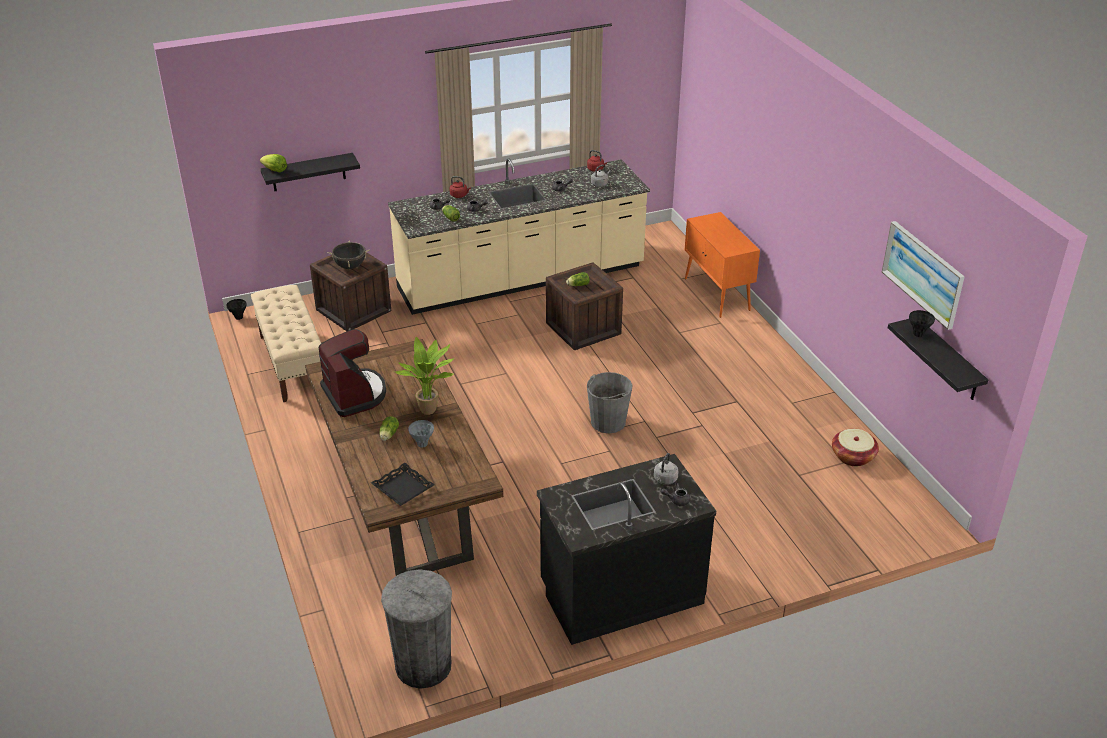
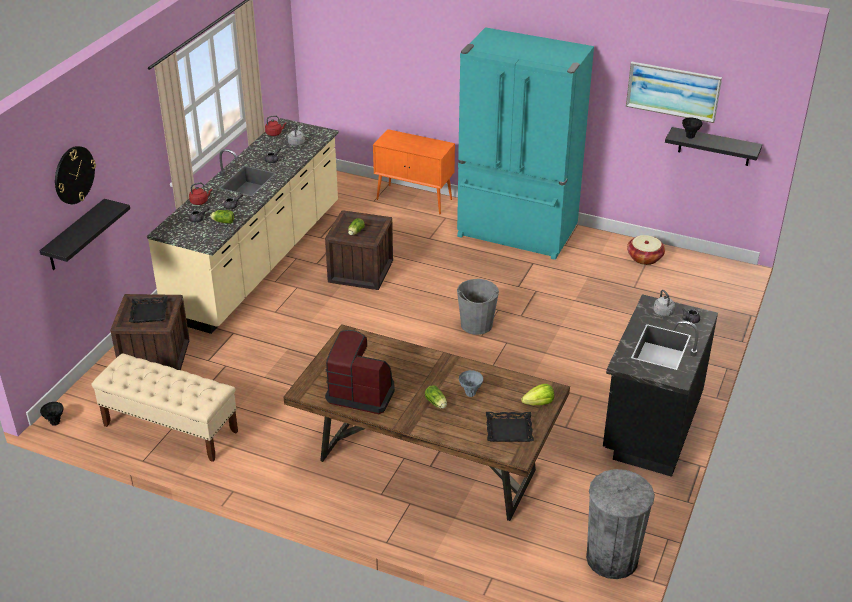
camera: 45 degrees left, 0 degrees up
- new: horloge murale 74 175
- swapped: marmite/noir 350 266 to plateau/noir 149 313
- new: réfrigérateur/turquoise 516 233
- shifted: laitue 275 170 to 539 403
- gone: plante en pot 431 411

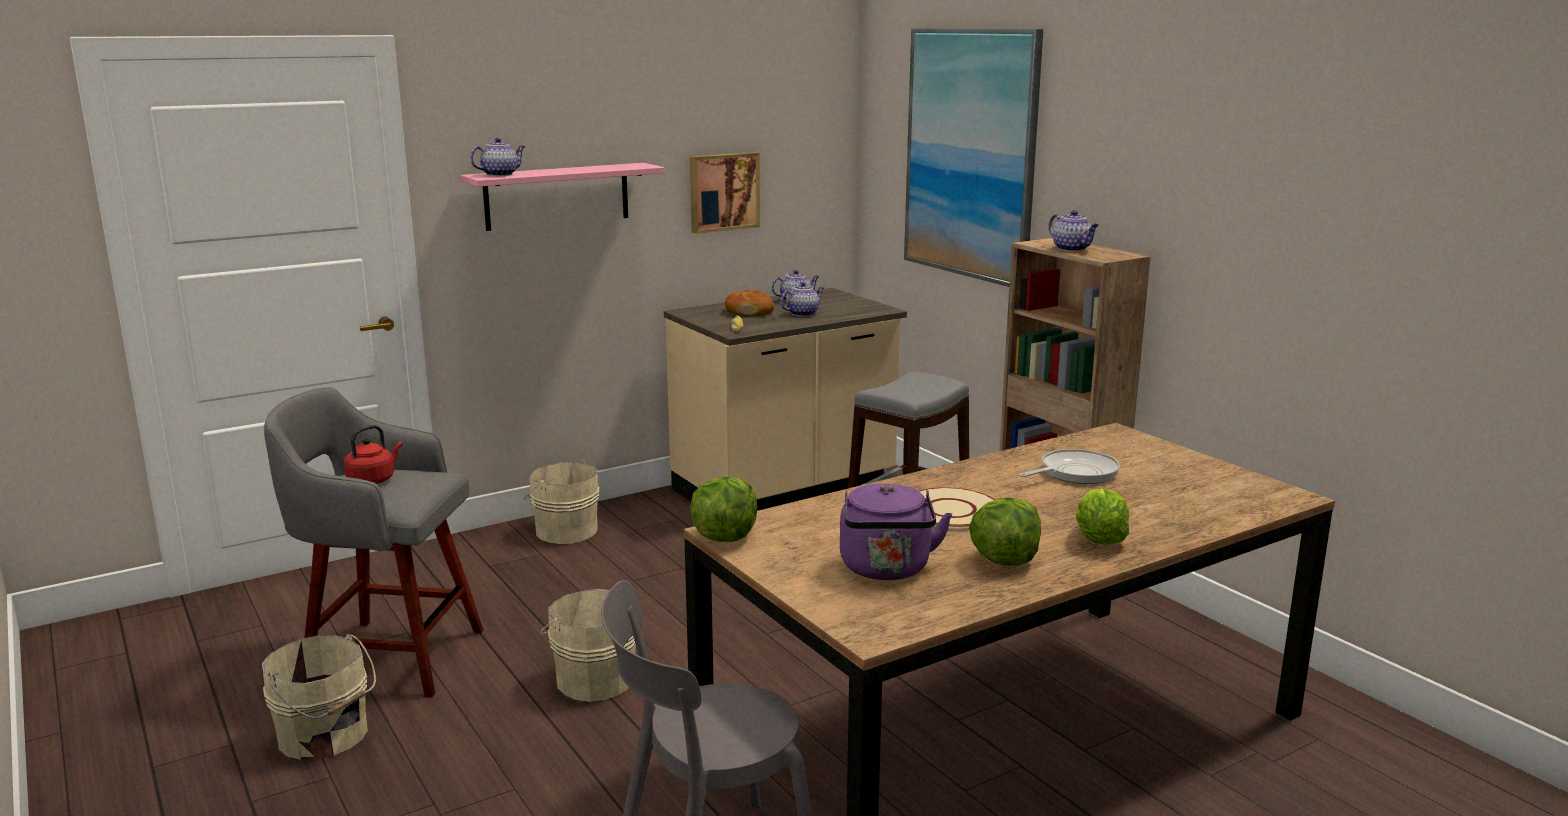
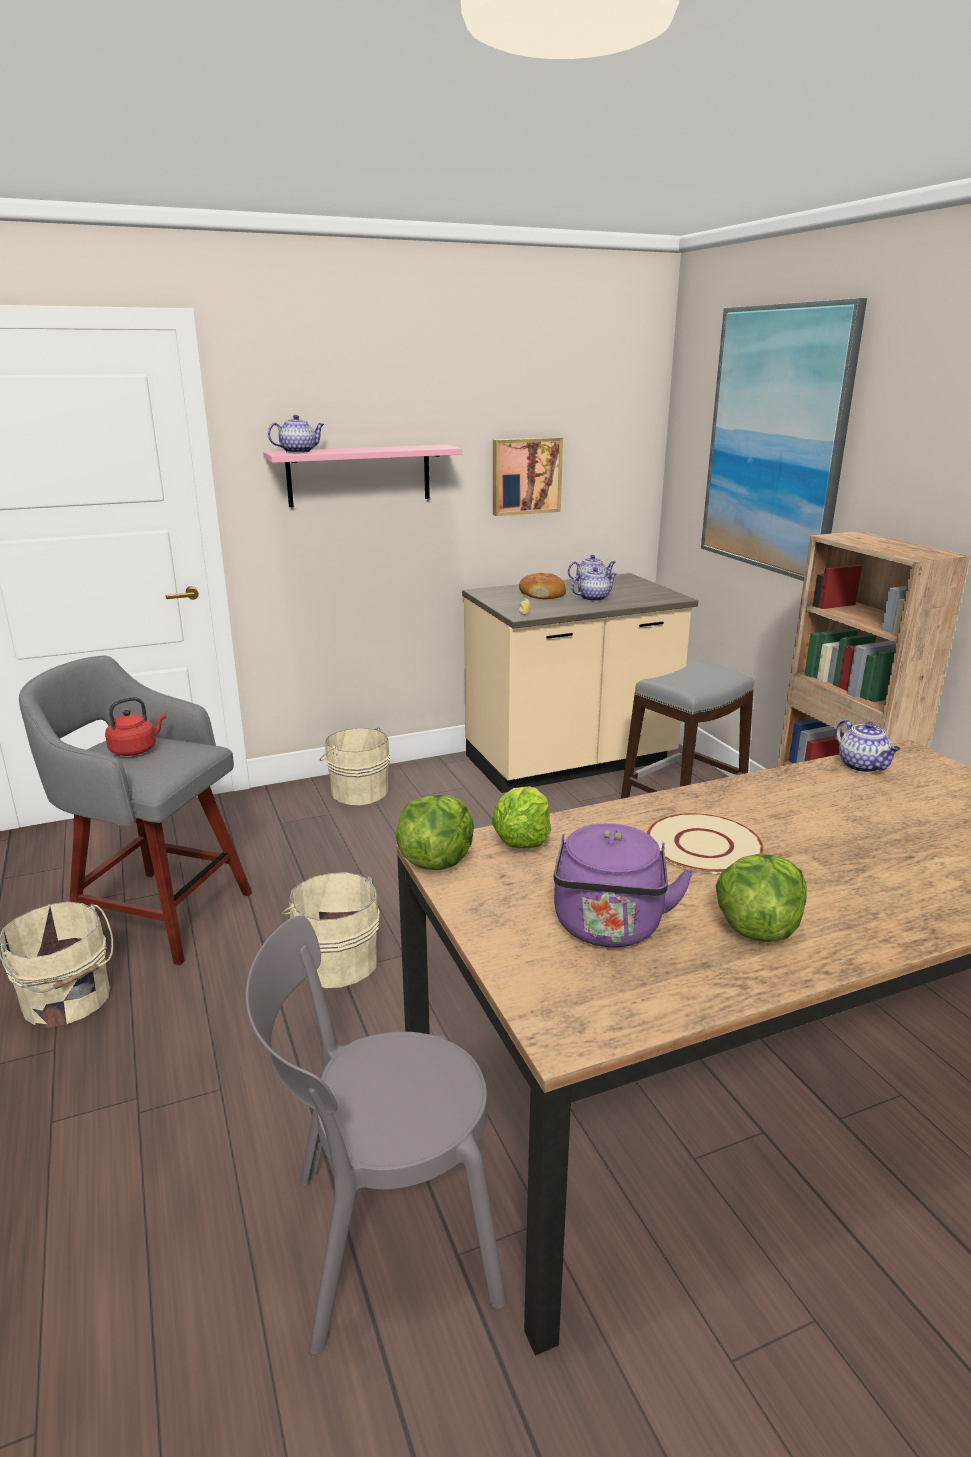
camera: 10 degrees right, 5 degrees up
- shifted: laitue 1098 539 to 522 840
- shifted: théière 1072 249 to 863 766
- gone: poêle 1074 473

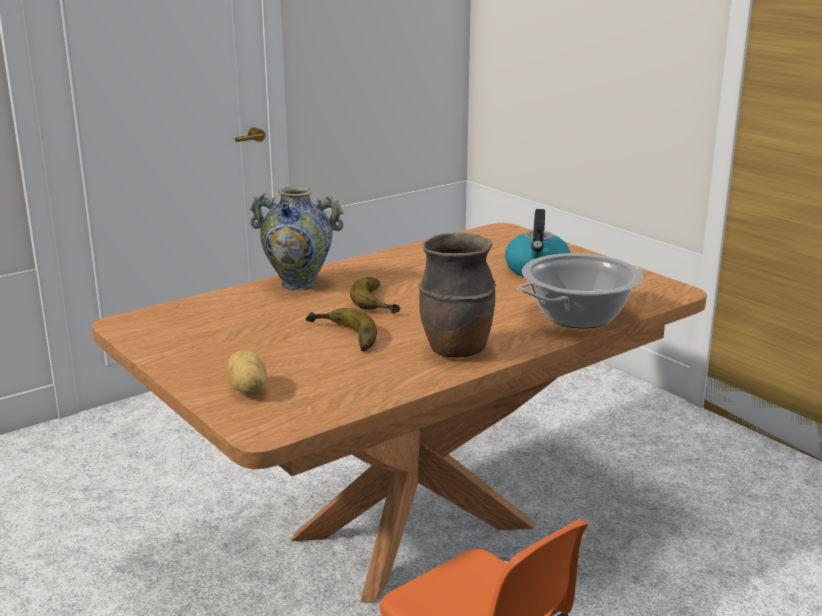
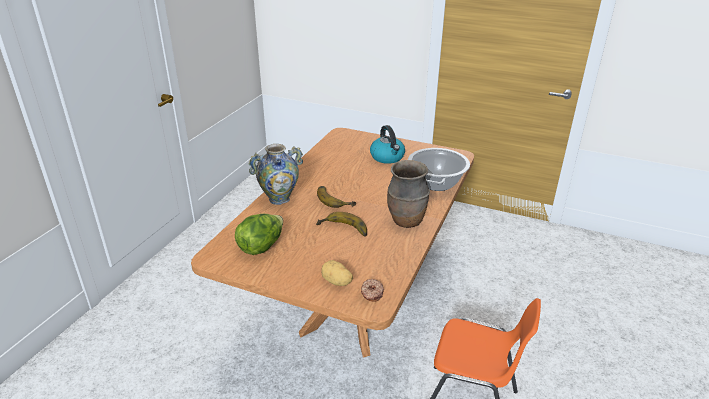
camera: 30 degrees left, 10 degrees up
- new: laitue 261 246
- new: beignet 371 293

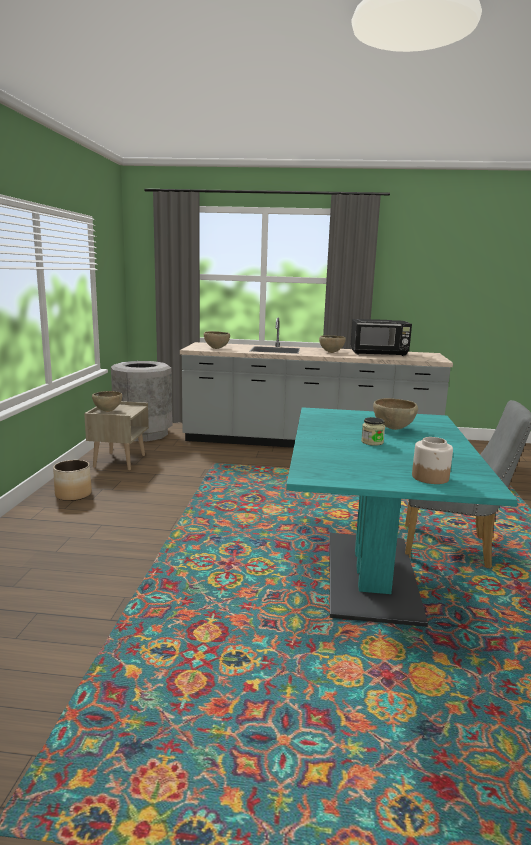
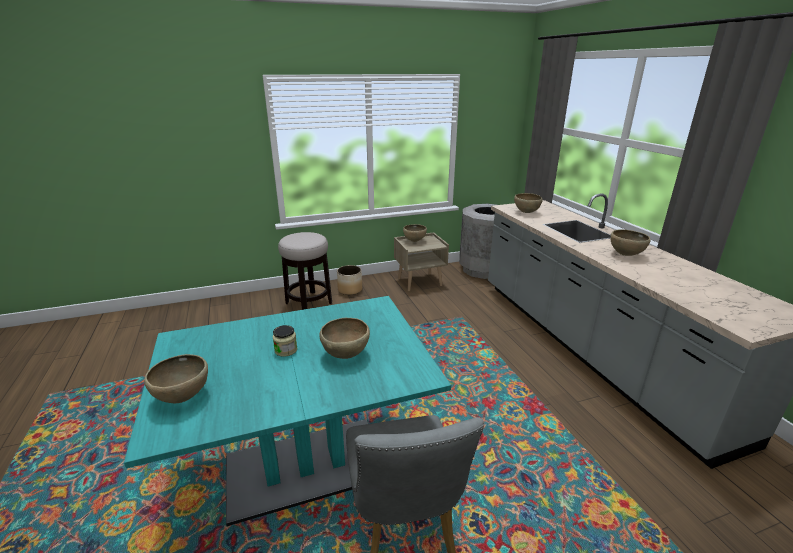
camera: 65 degrees right, 10 degrees up
- swapped: bocal 430 477 to bol/marron 183 397
- new: tabouret 309 303
- gone: micro-ondes/noir 379 353

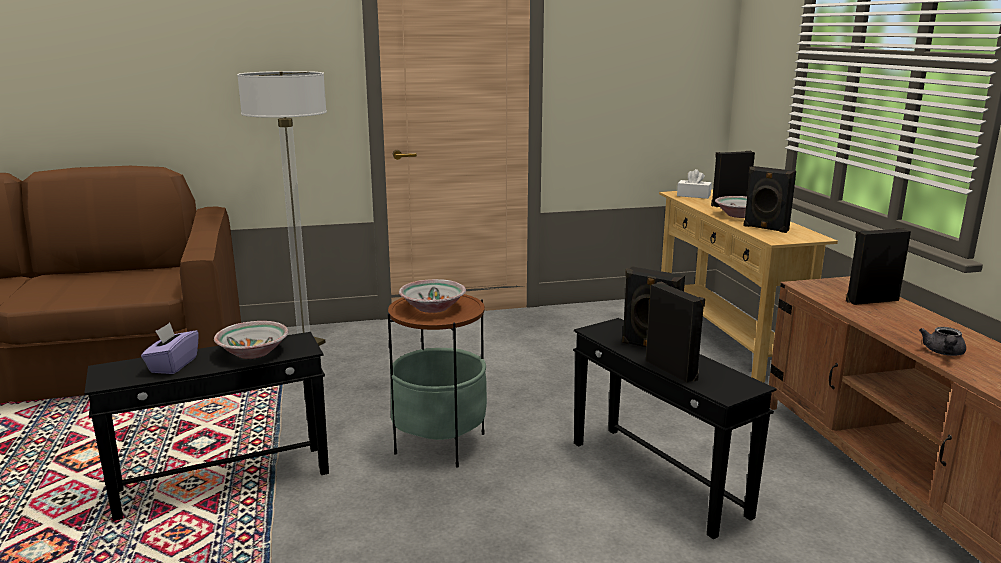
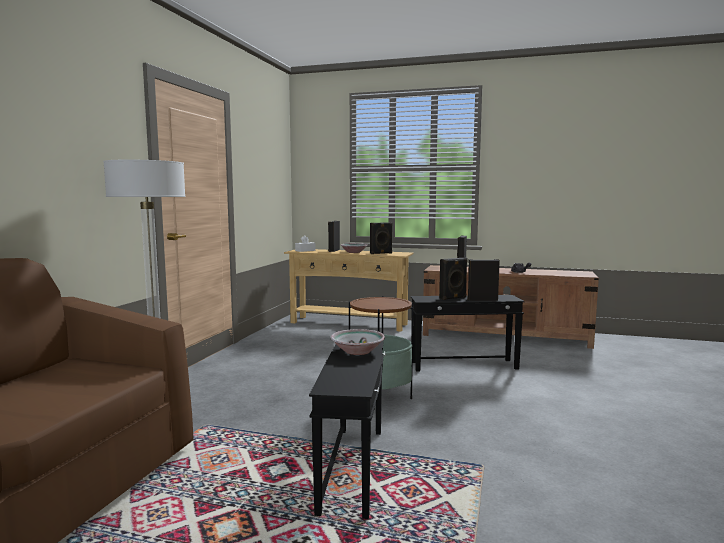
camera: 60 degrees left, 10 degrees down
- gone: boîte à mouchoirs/violet 173 365
- gone: bol 433 308

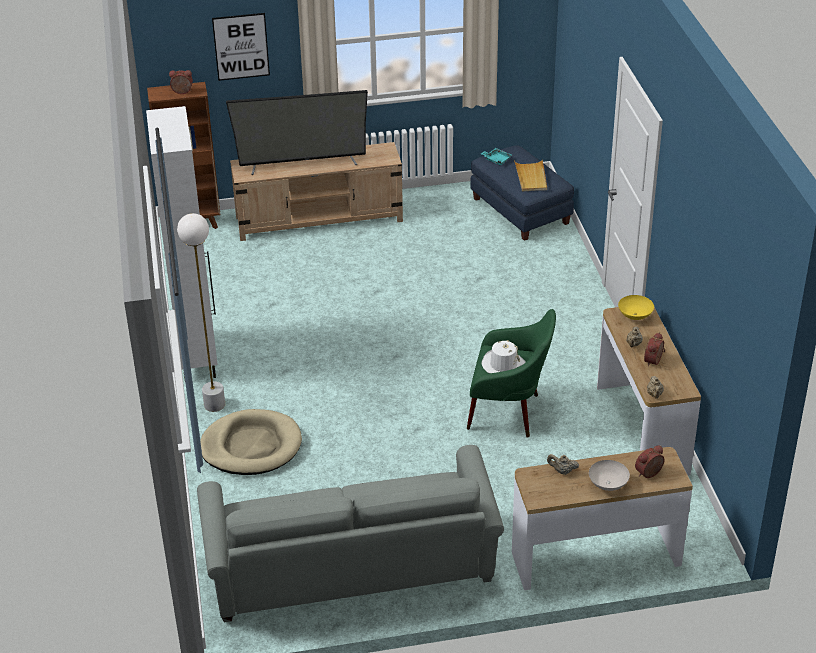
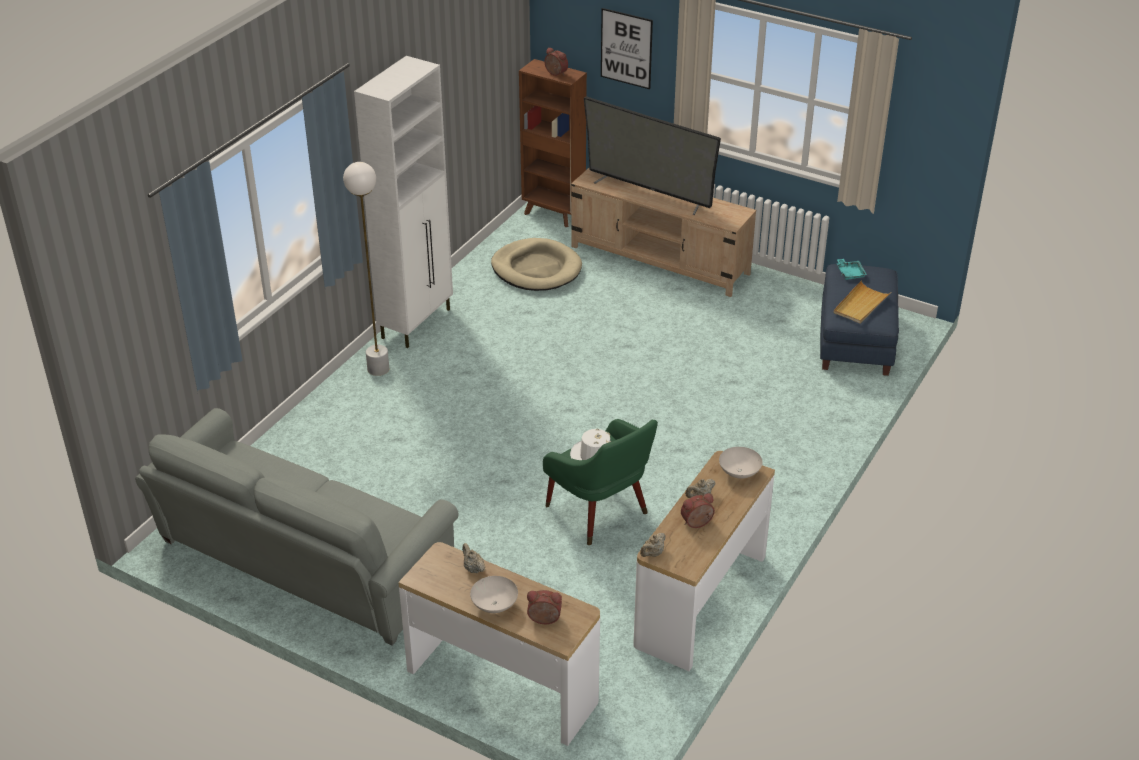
camera: 40 degrees right, 0 degrees up
- shifted: panier pour chien/beige 251 446 to 536 269
- repainted: bol/jaune 634 316 to bol/blanc 739 472

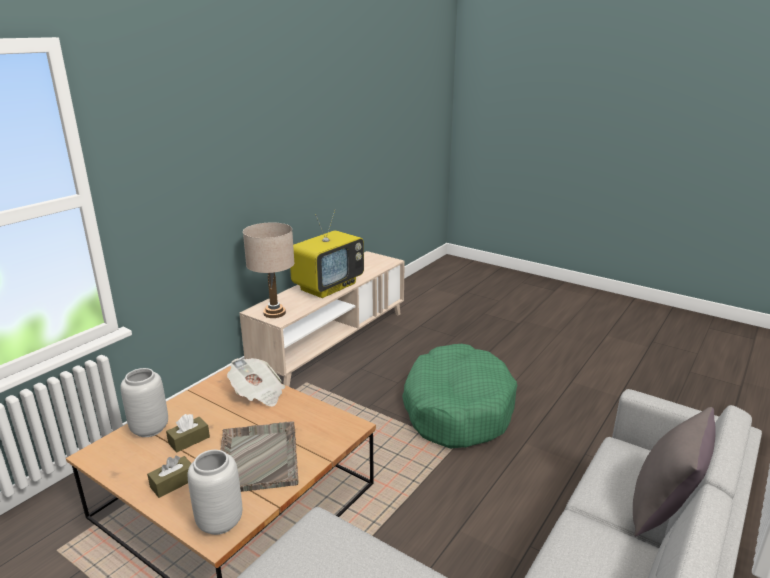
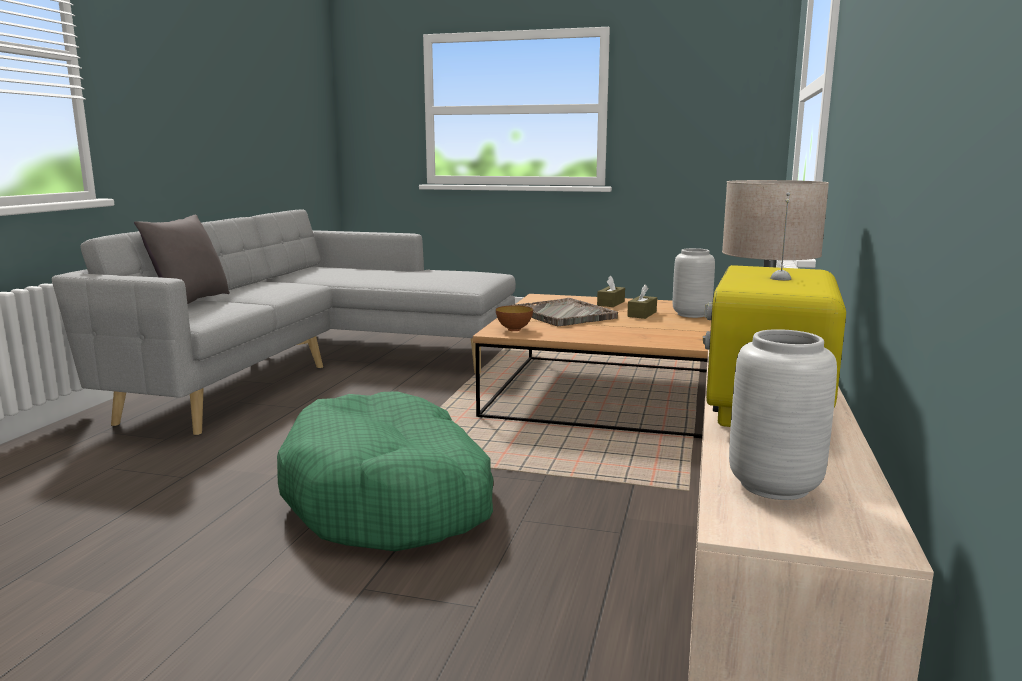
camera: 160 degrees right, 10 degrees down
- new: bol 514 329
- shifted: vase/gris 219 522 to 775 485
- gone: journal 258 394

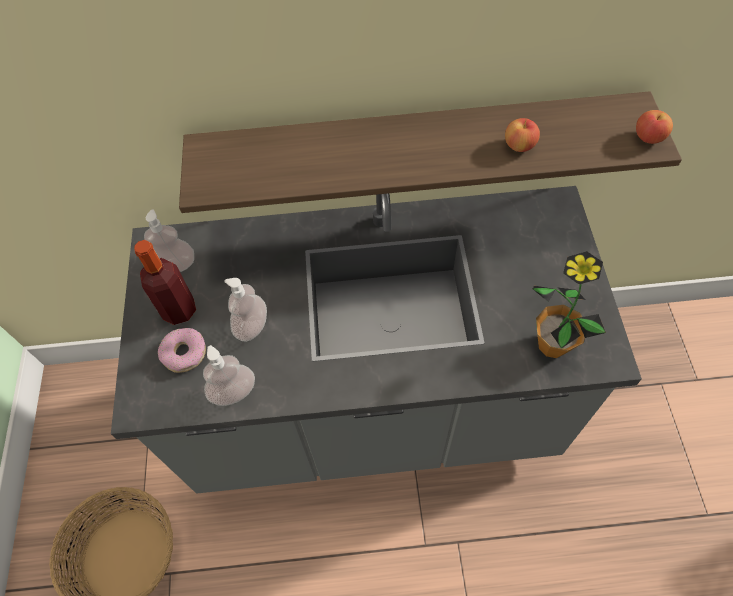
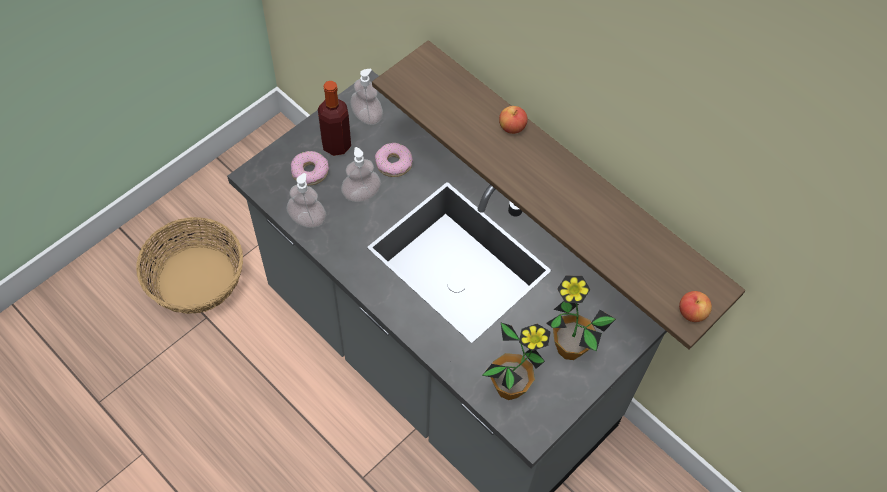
camera: 45 degrees right, 0 degrees up
- new: beignet 394 163
- shifted: pomme 519 145 to 512 127
- new: plante en pot 569 348

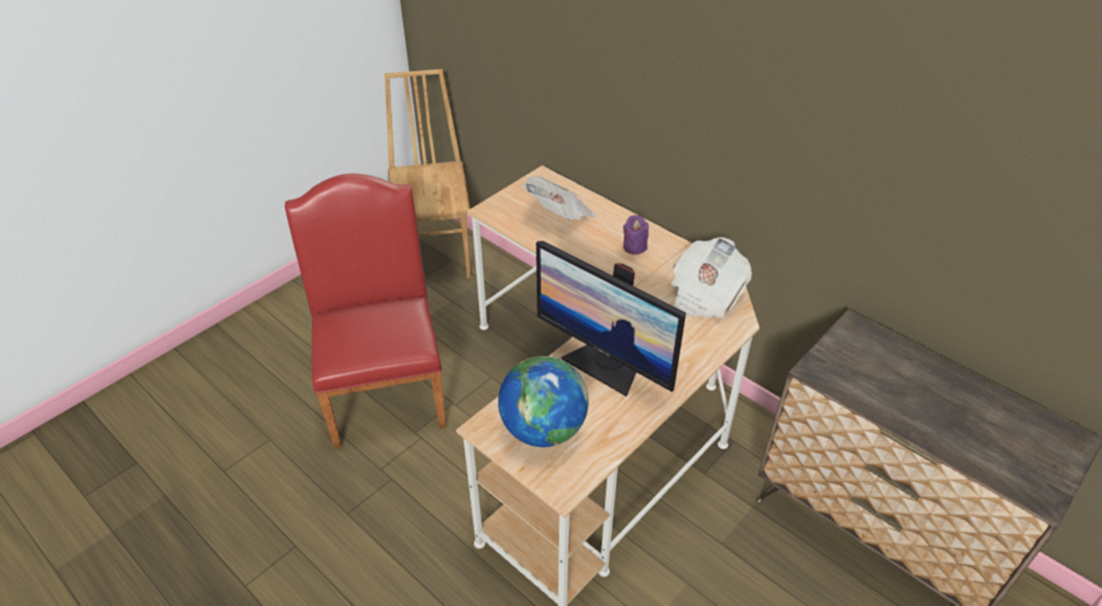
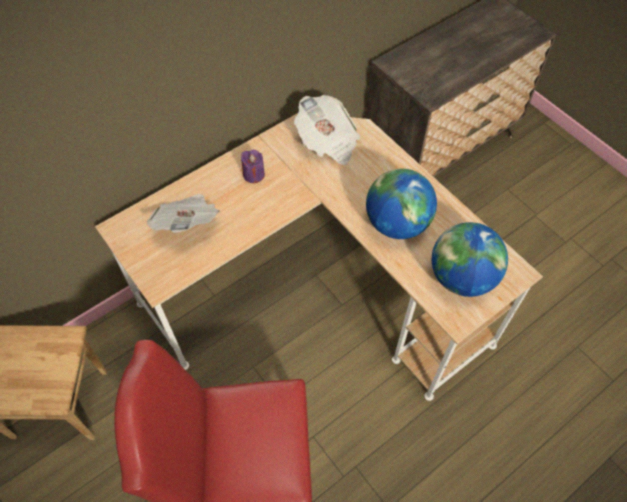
camera: 80 degrees left, 15 degrees up
- swapped: écran d'ordinateur 605 365 to globe 397 223

